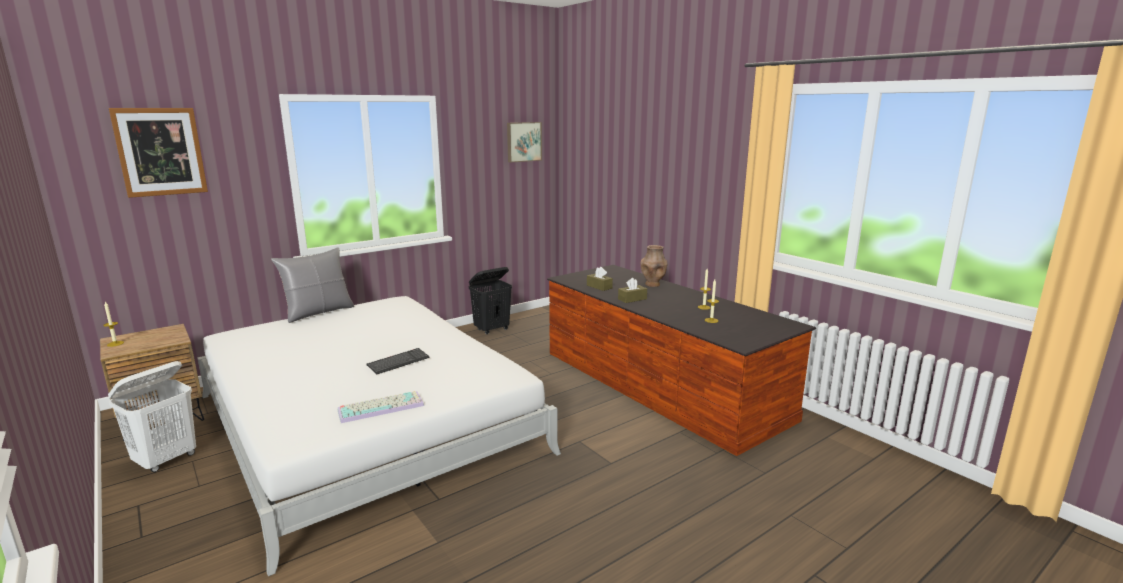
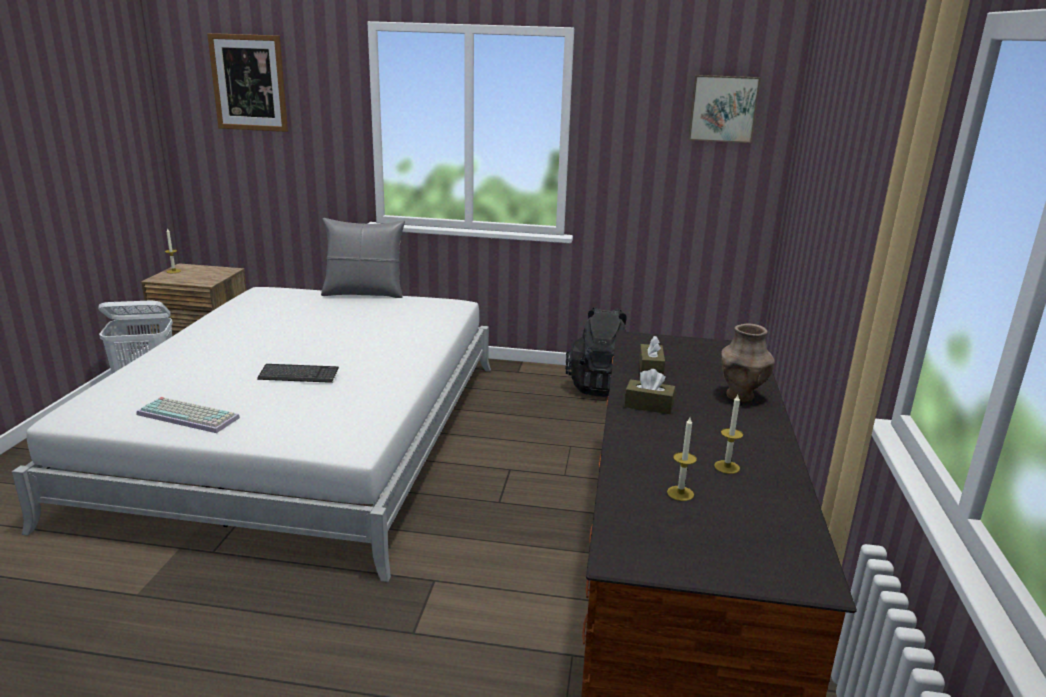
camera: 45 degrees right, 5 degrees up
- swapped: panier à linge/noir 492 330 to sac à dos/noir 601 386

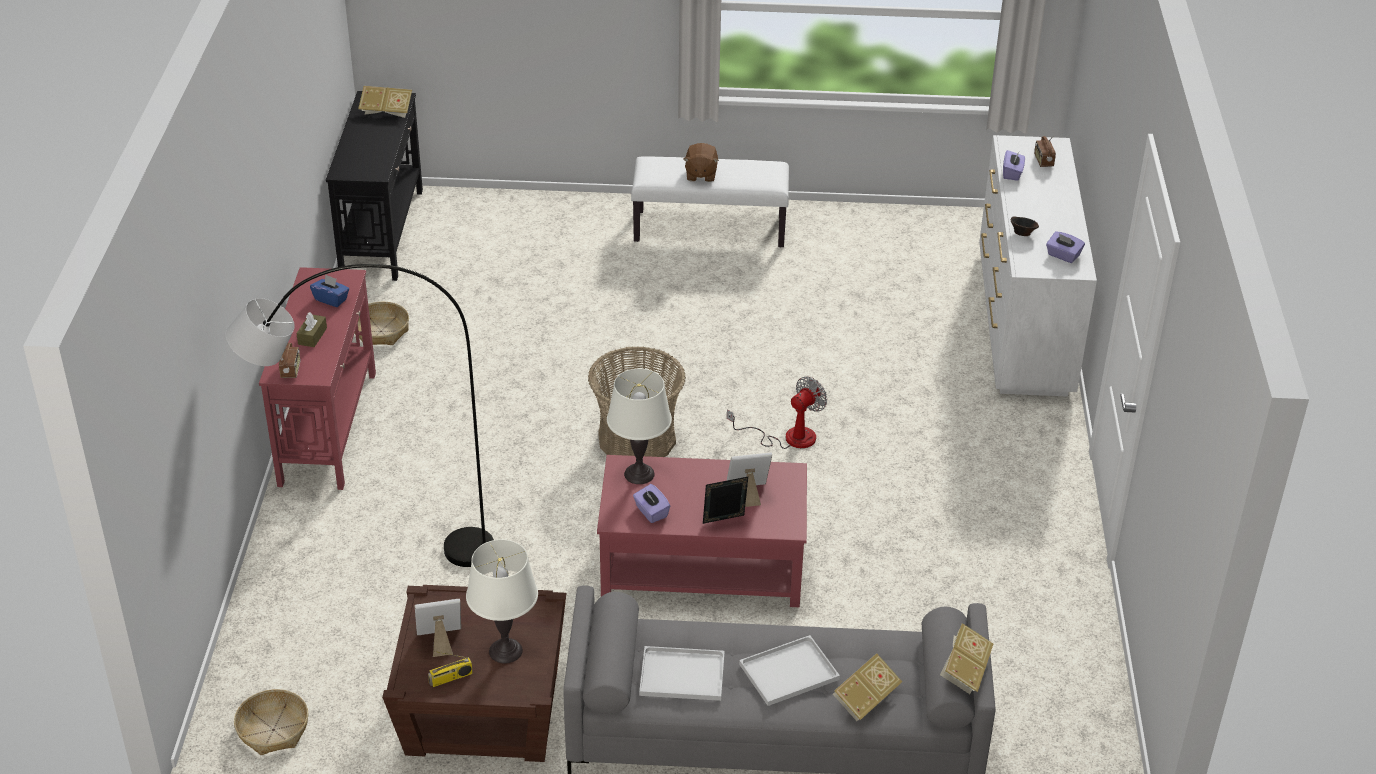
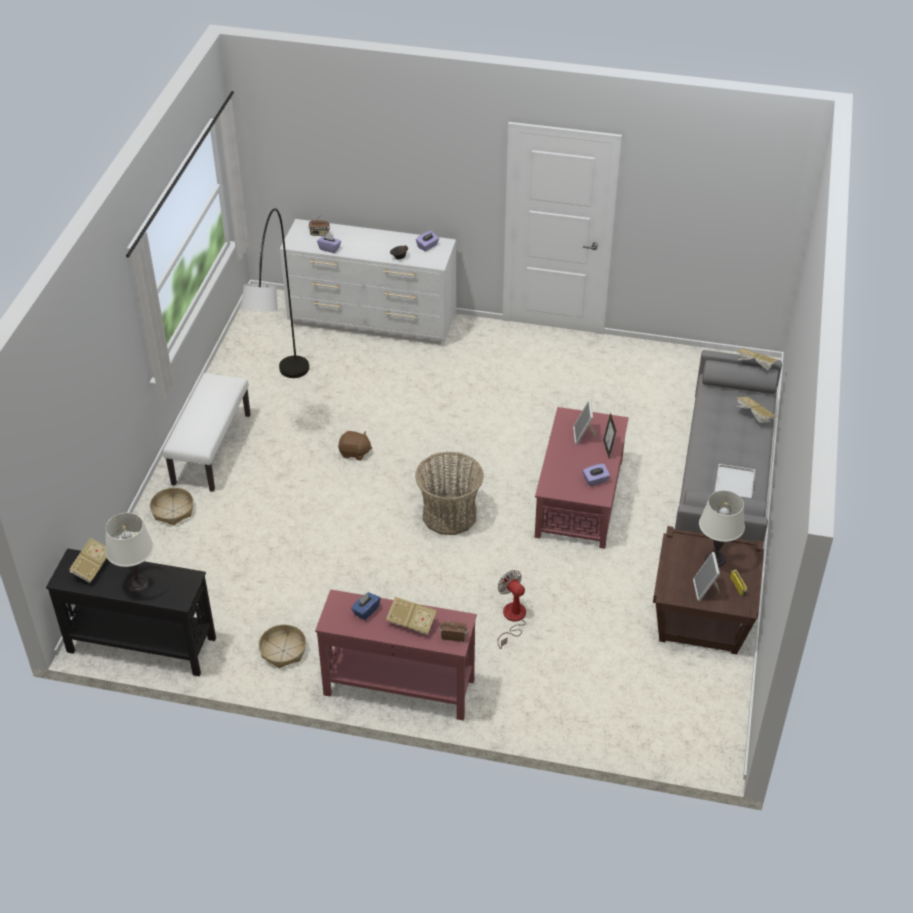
camera: 80 degrees left, 5 degrees up
- shifted: lampe de table/blanc 639 474 to 137 584
- shifted: panier 273 730 to 173 511
- shifted: lampadaire/gris 373 553 to 284 406
- shifted: peluche/marron 700 174 to 354 453
- swapped: boîte à mouchoirs/marron 312 336 to livre 412 623
- shifted: ventilateur 788 437 to 512 619
- gone: plateau/blanc 790 670

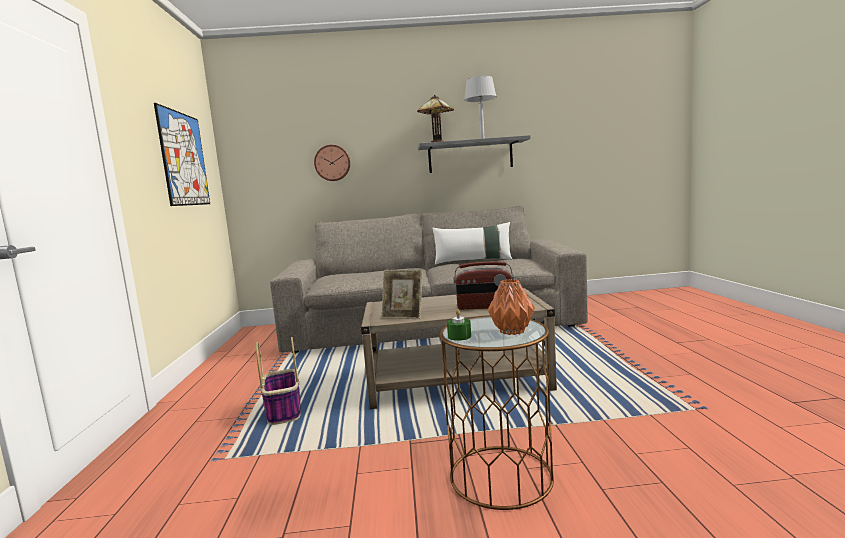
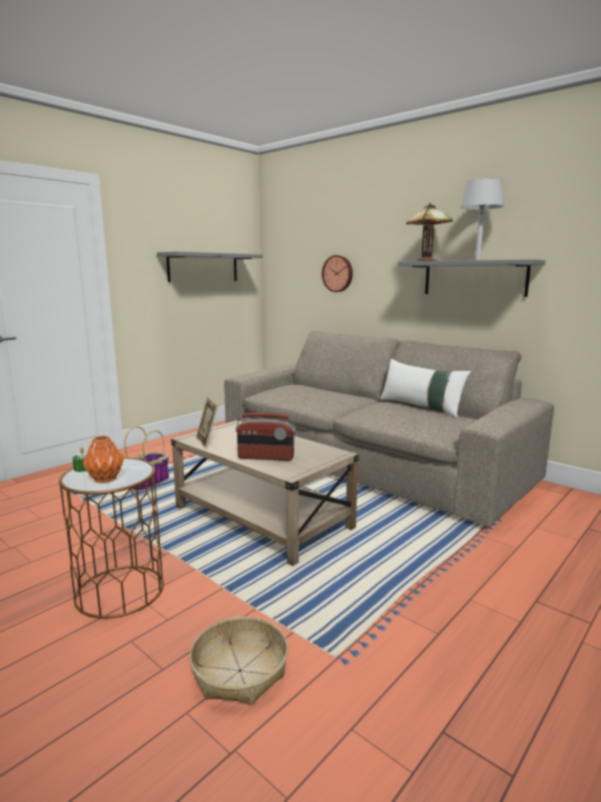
camera: 45 degrees right, 5 degrees up
- swapped: tableau 184 159 to étagère/gris 203 267
- new: panier 239 671
- rotated: radio 485 307 = 266 457 45 degrees counterclockwise

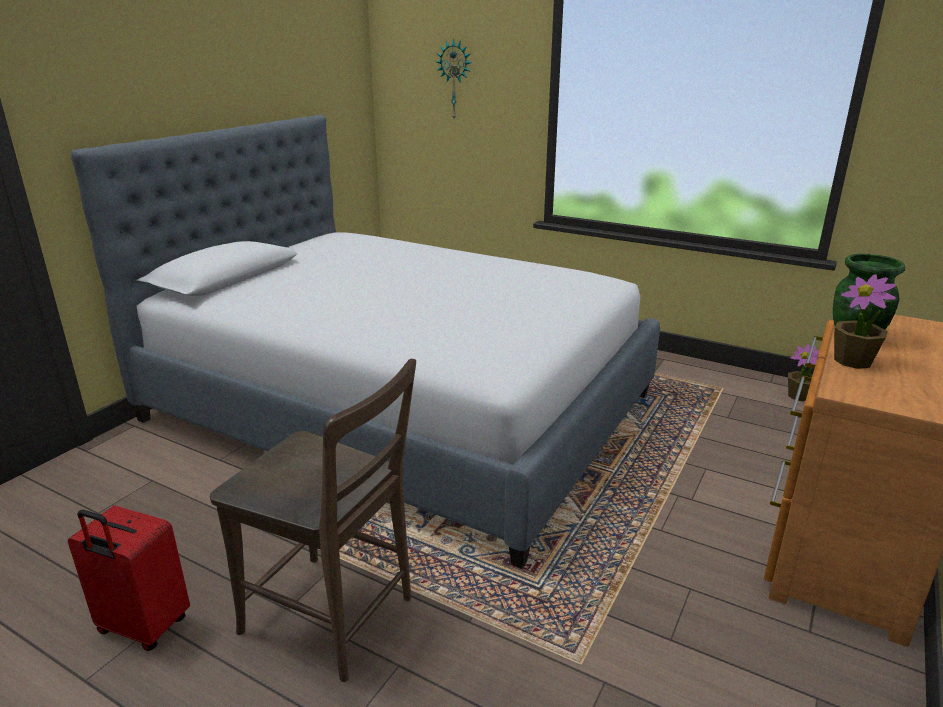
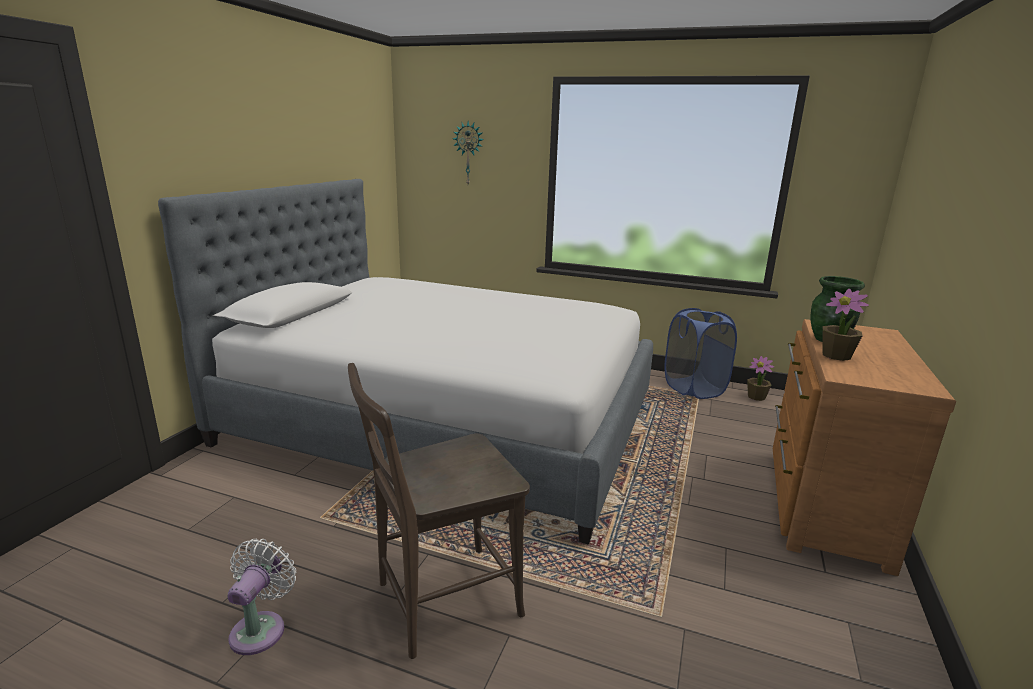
camera: 10 degrees left, 5 degrees down
- swapped: valise/rouge 142 627 to ventilateur/blanc 261 628
- rotated: chaise/marron 335 618 = 440 601 135 degrees clockwise
- new: panier à linge/bleu 694 388

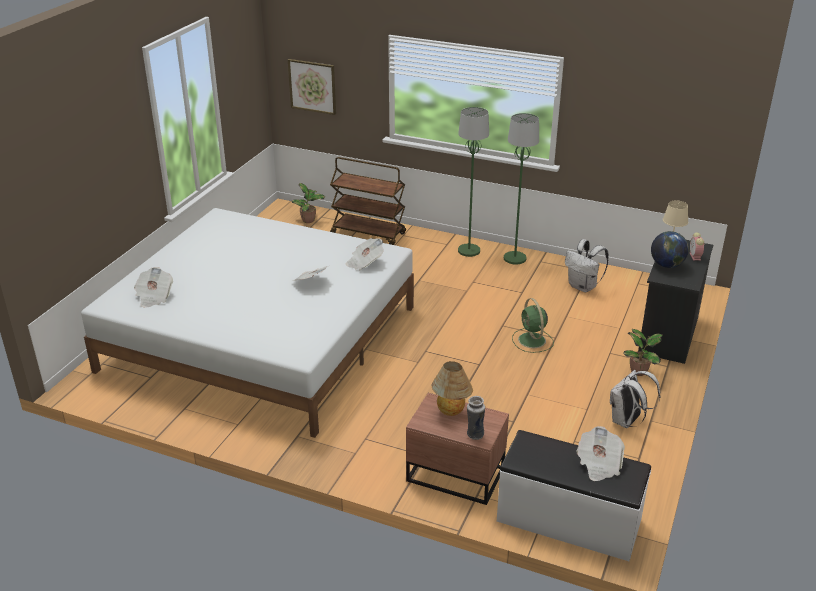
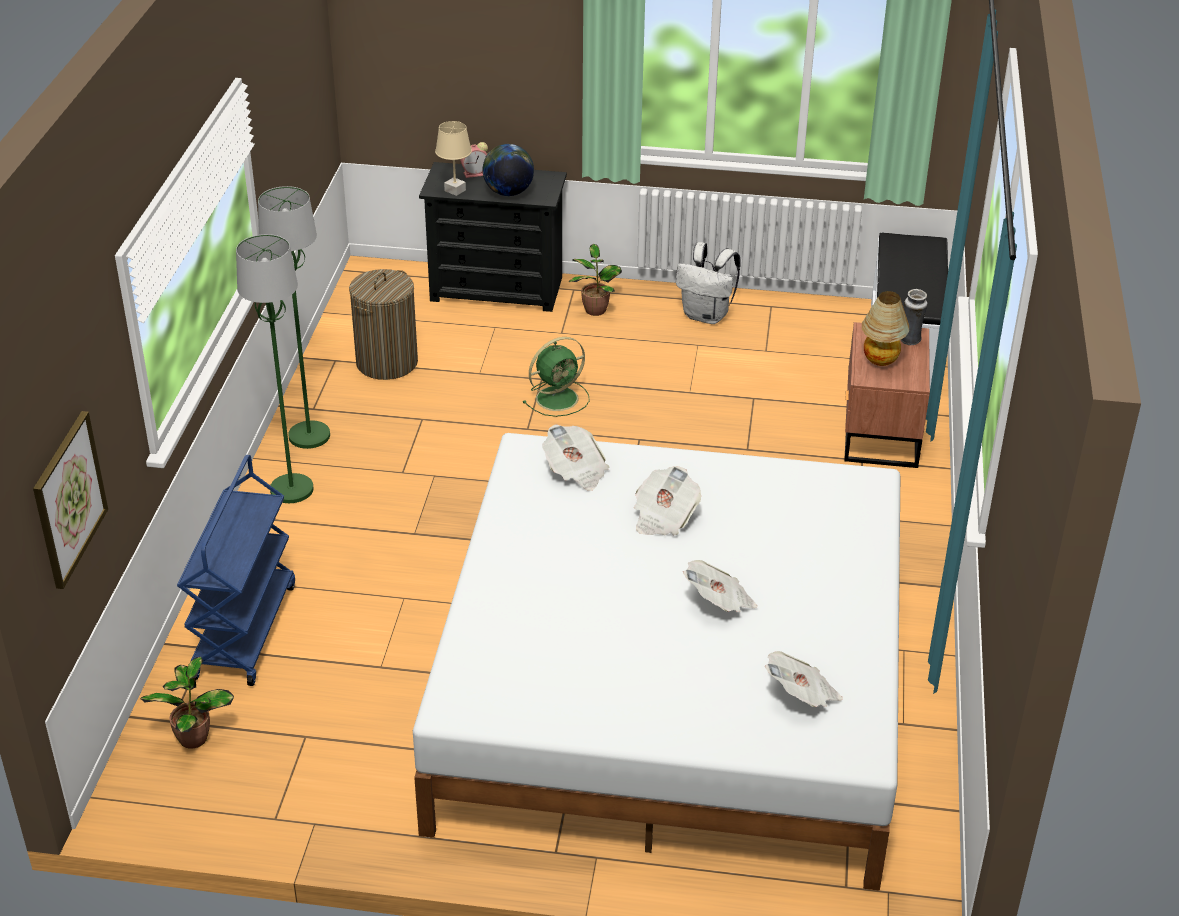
camera: 105 degrees left, 5 degrees up
- repainted: chariot/marron 369 234 to chariot/bleu 244 630
- swapped: sac à dos/blanc 583 287 to panier à linge 387 362
- shifted: journal 599 464 to 719 602

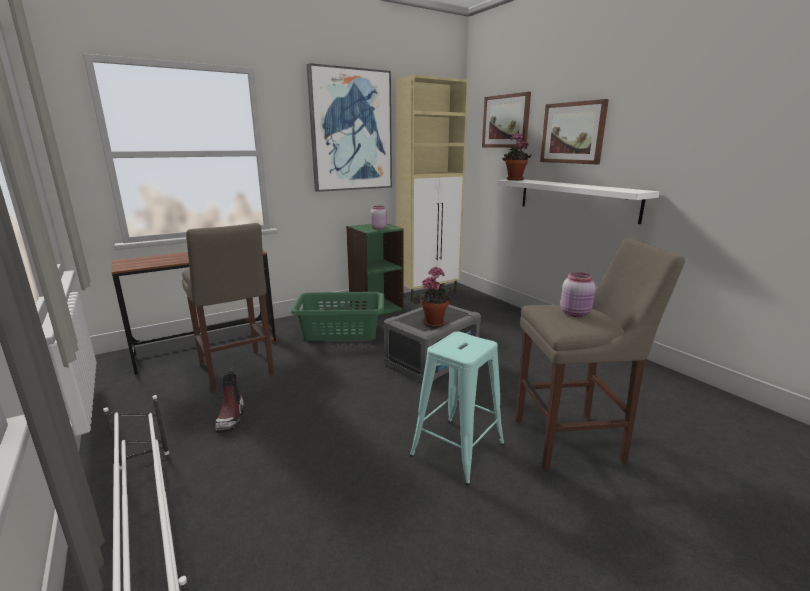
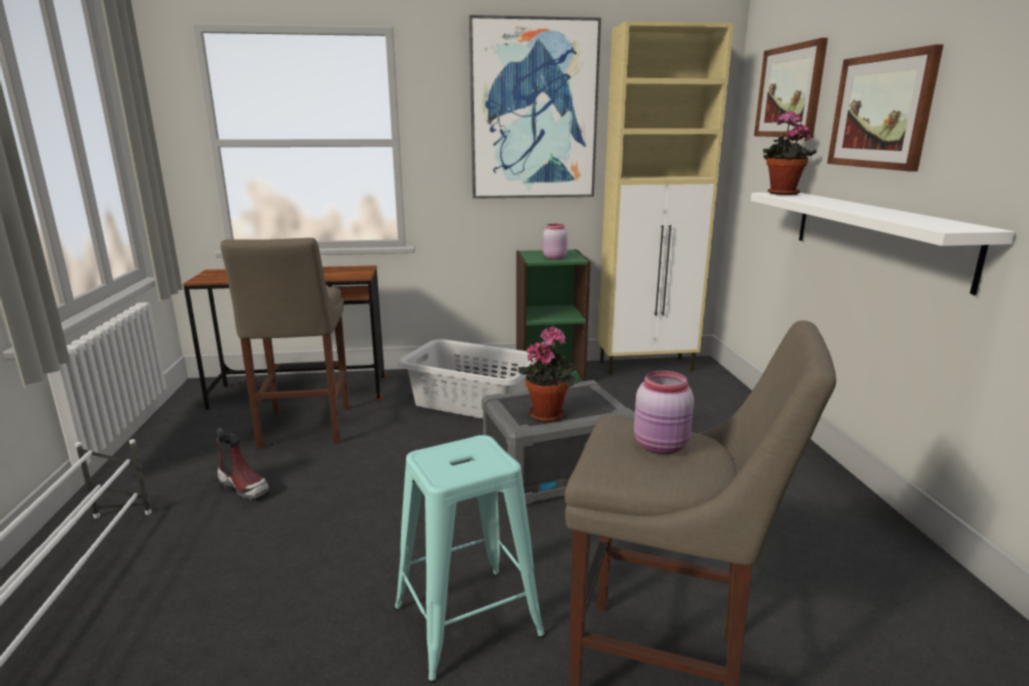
camera: 25 degrees right, 0 degrees up
- rotated: botte 231 418 = 244 488 75 degrees counterclockwise
- repainted: panier à linge/vert 340 331 to panier à linge/gris 471 401

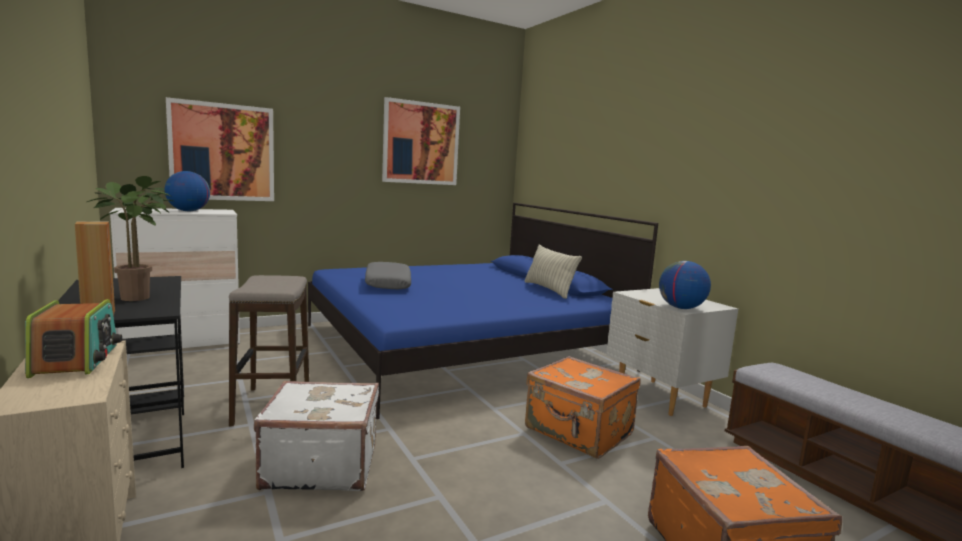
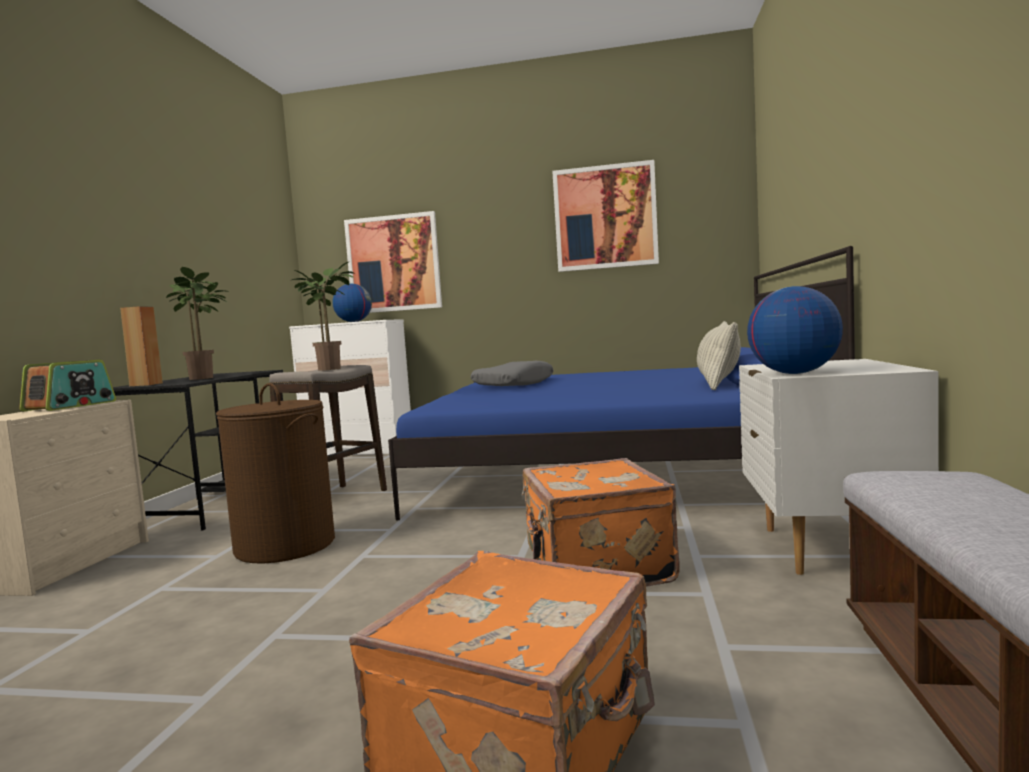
camera: 40 degrees right, 5 degrees down
- swapped: valise/blanc 321 465 to panier à linge/marron 284 546
- new: plante en pot 330 369

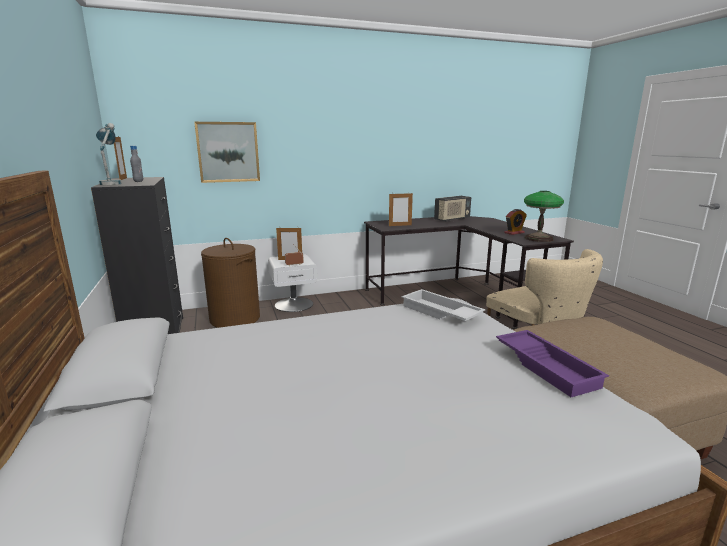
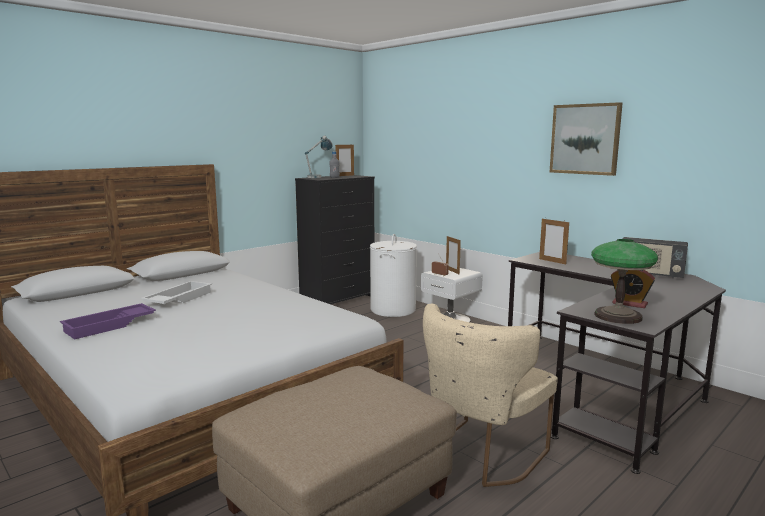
camera: 65 degrees right, 5 degrees down
- shifted: plateau/violet 547 367 to 110 326
- shifted: plateau/blanc 439 312 to 178 299
- repainted: panier à linge/marron 235 319 to panier à linge/blanc 393 310
- shifted: tableau 228 152 to 585 139

